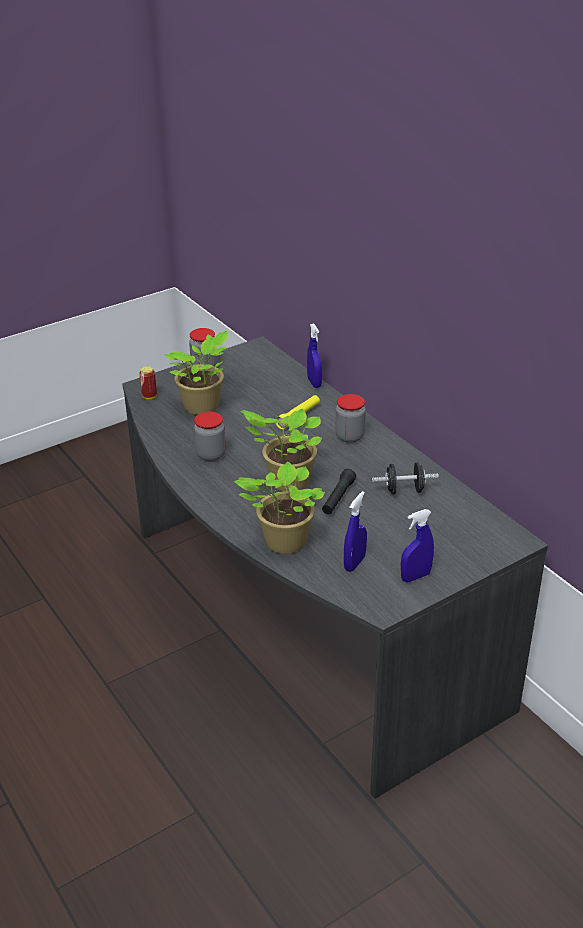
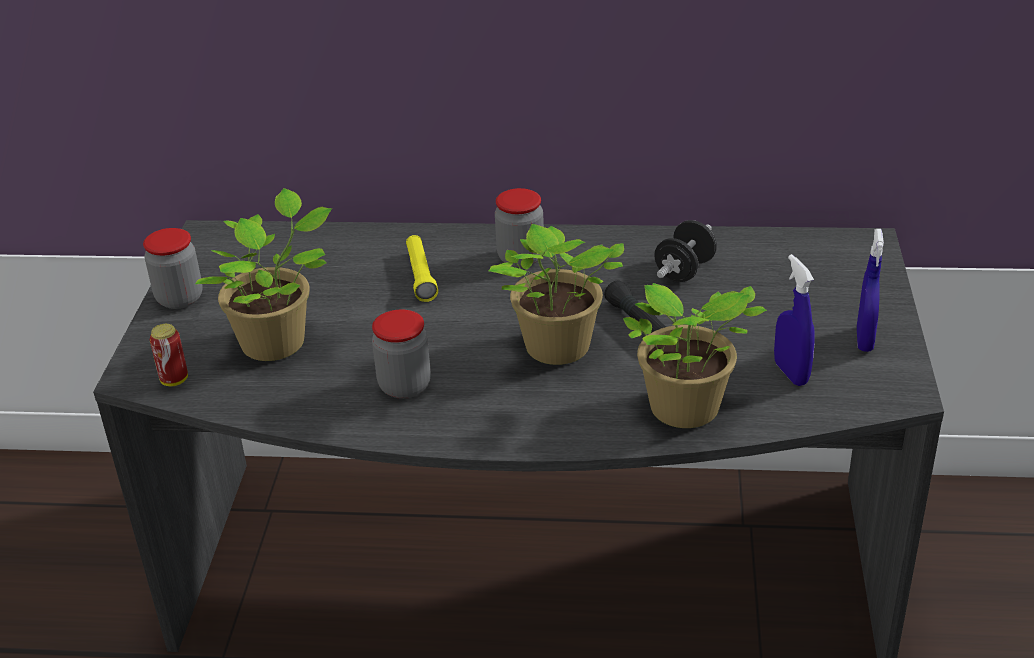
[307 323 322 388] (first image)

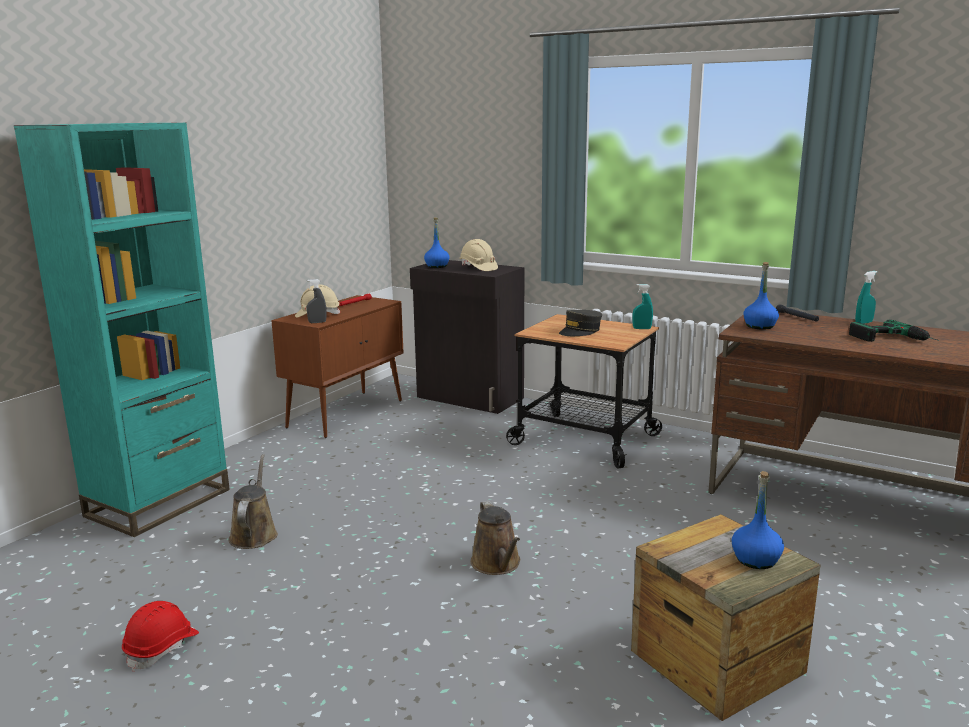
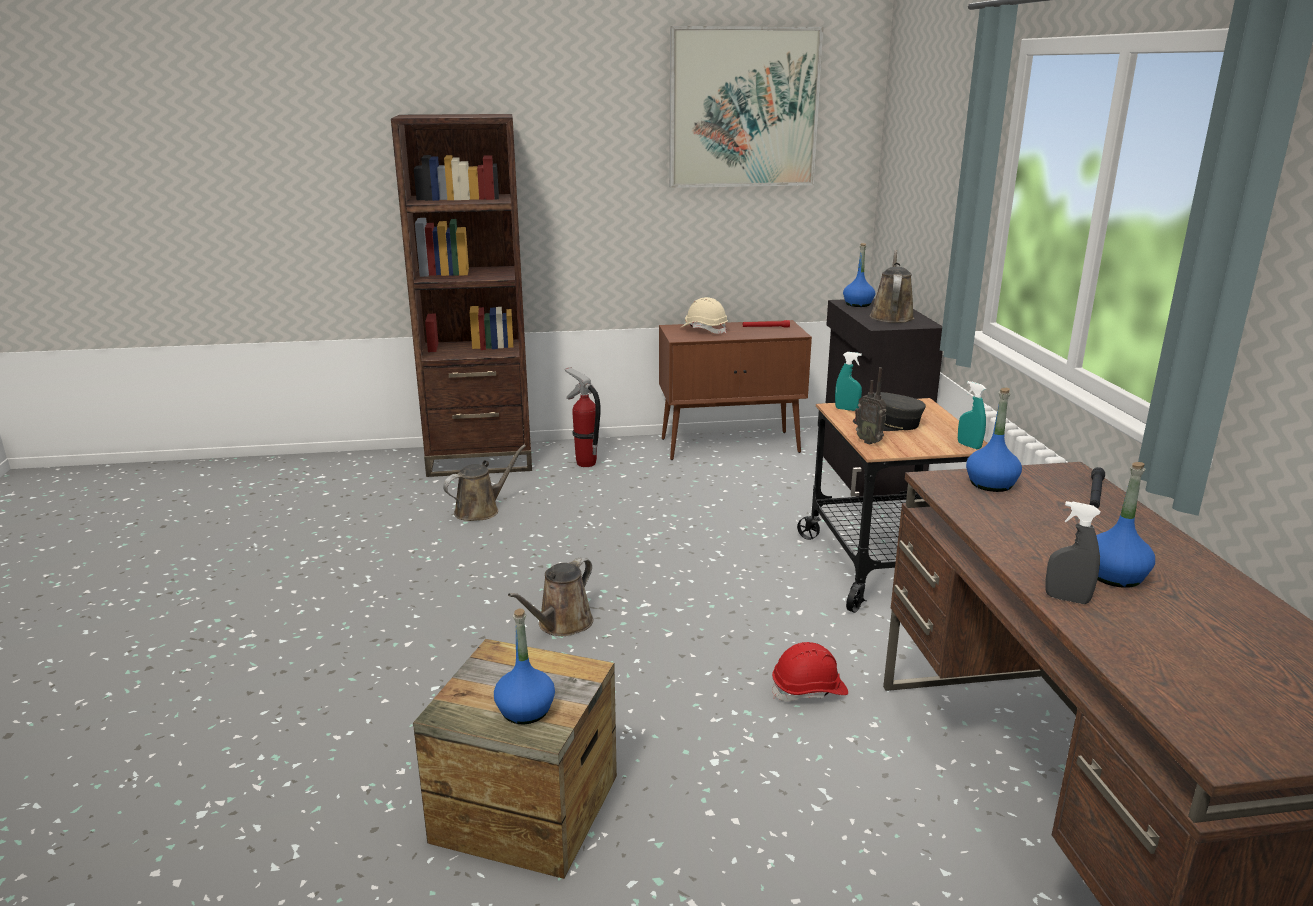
[391 114 532 477]
[772 642 848 701]
[1045 501 1100 604]
[870 250 914 323]
[1096 462 1155 588]
[835 352 862 411]
[565 367 601 467]
[669 26 824 188]
[855 367 886 445]

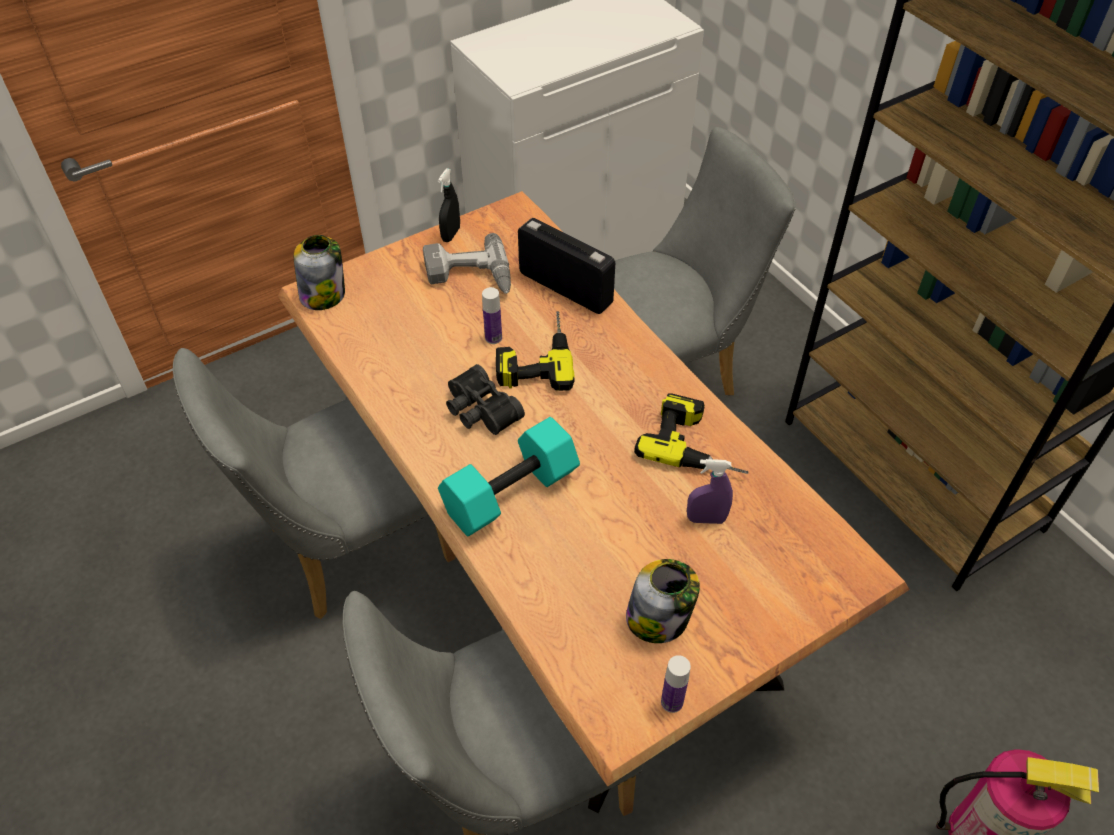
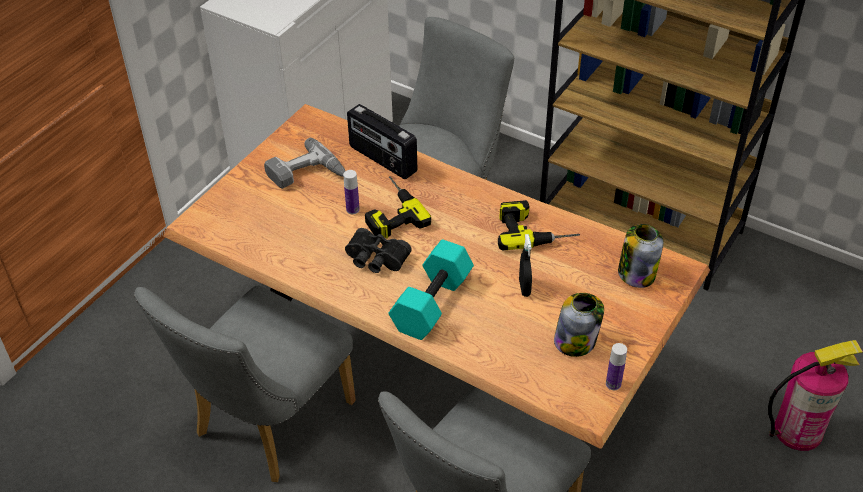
[618 224 663 288]
[519 234 532 297]
[347 104 418 179]
[687 459 733 524] (first image)

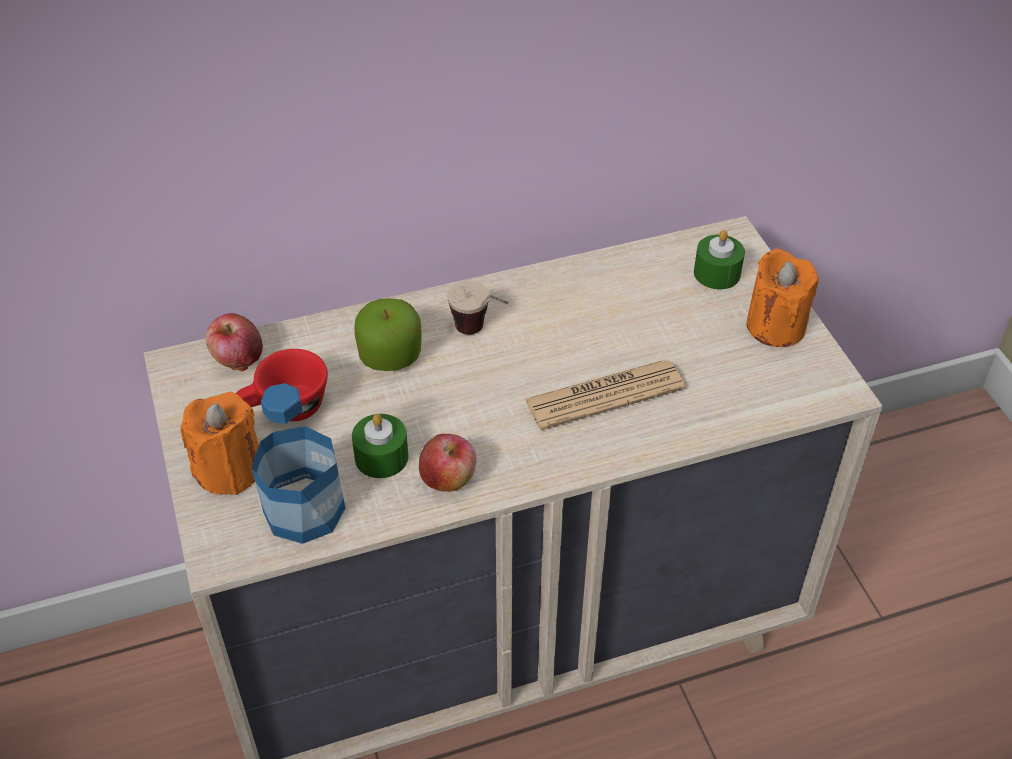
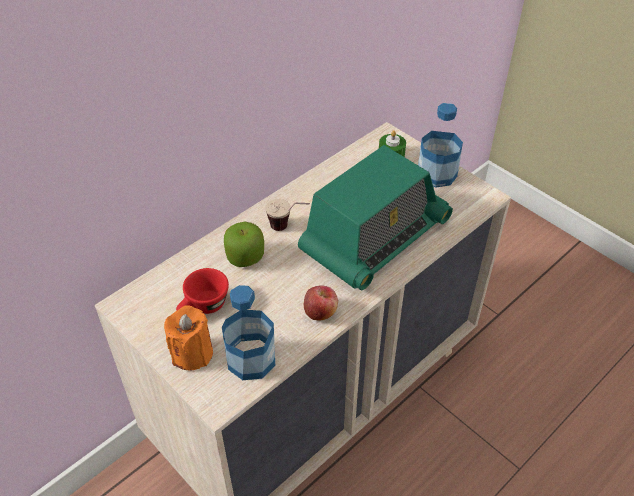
[206 313 263 372] (first image)
[352 414 408 478] (first image)
[298 145 453 290]
[418 103 463 187]

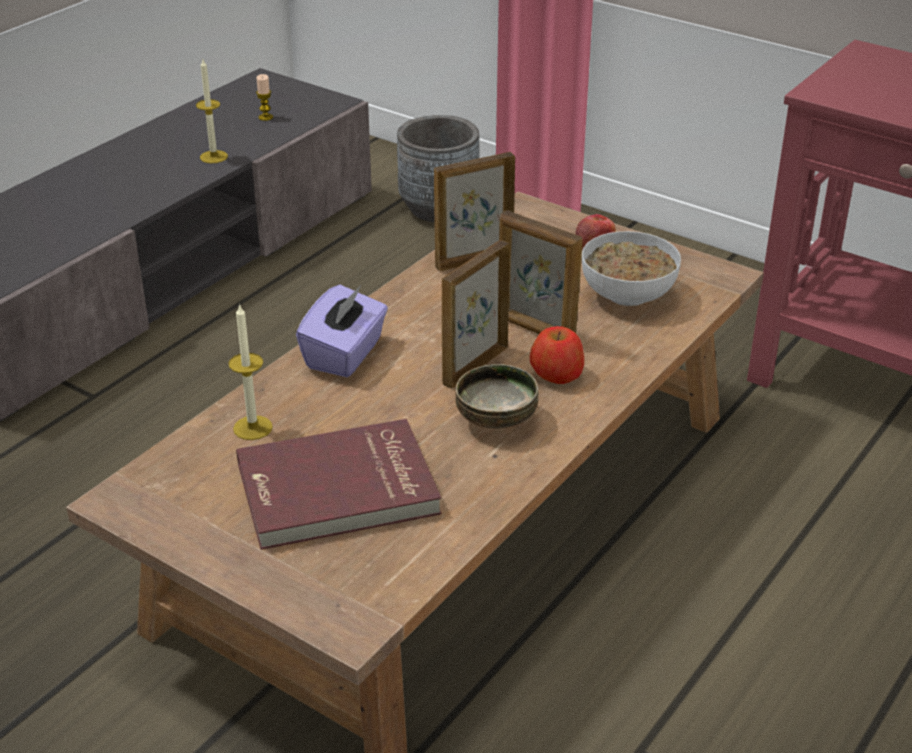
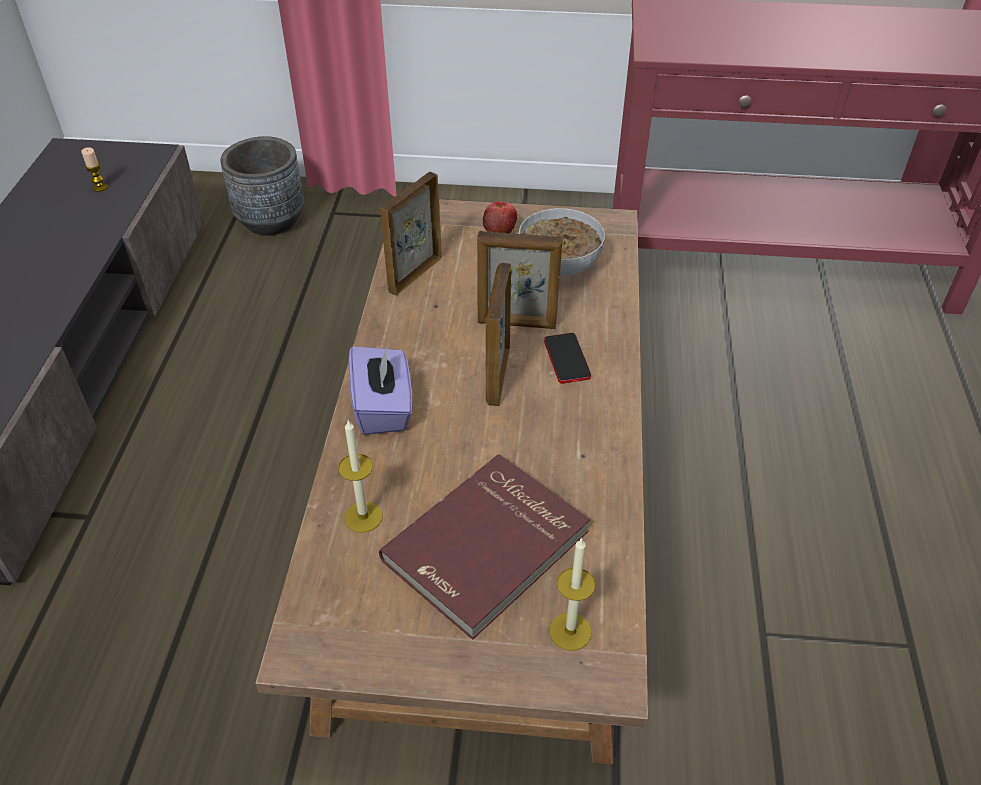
[549 538 595 651]
[455 364 538 429] (first image)
[544 333 591 384]

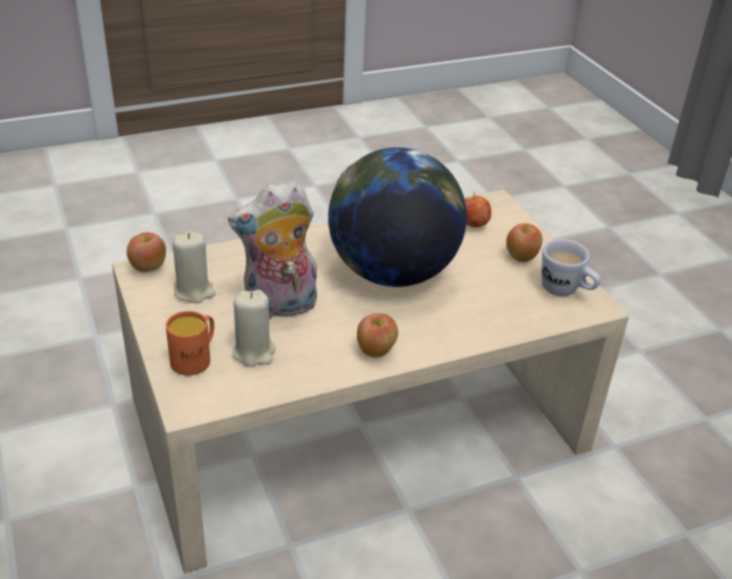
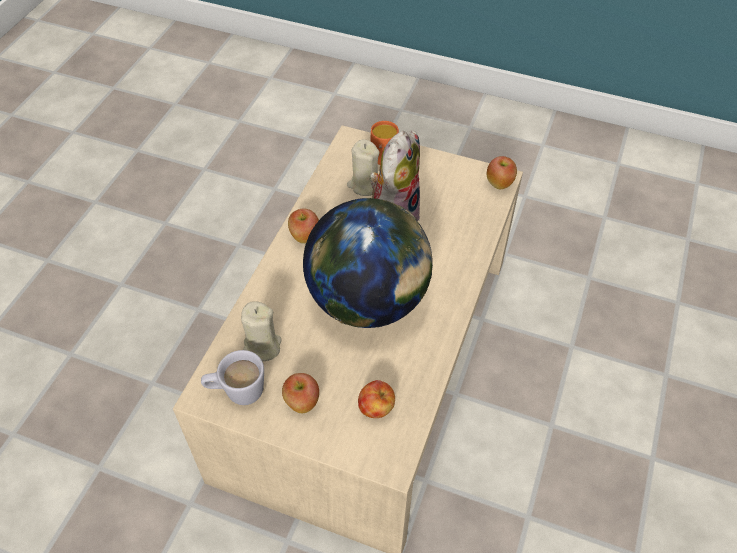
[241 301 282 361]

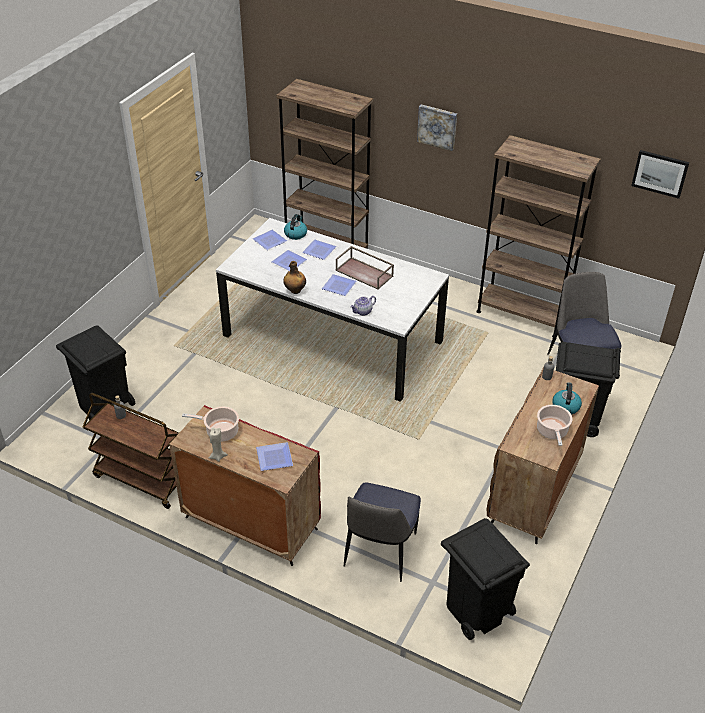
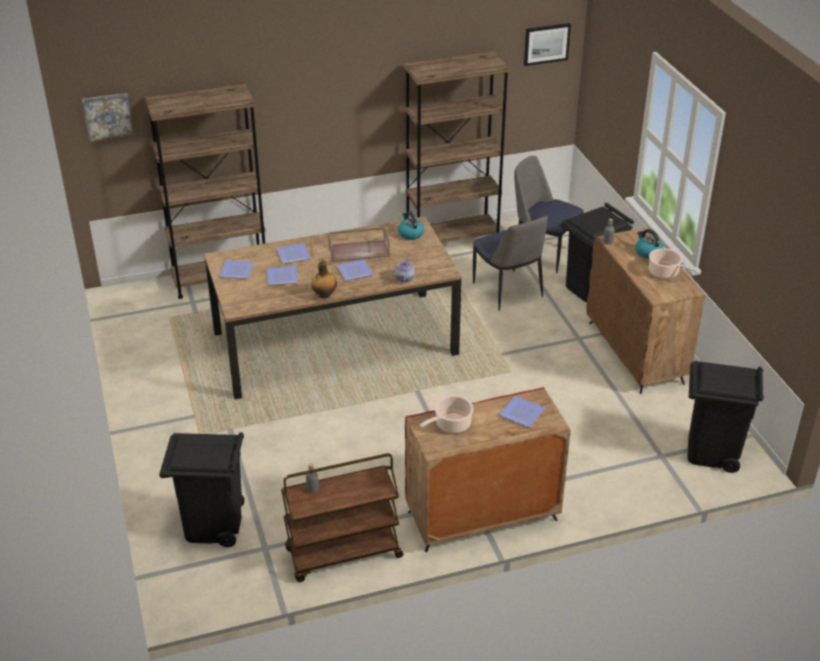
[209 428 228 462] (first image)
[204 216 462 399]
[398 211 424 240]
[473 216 548 311]
[82 93 134 142]

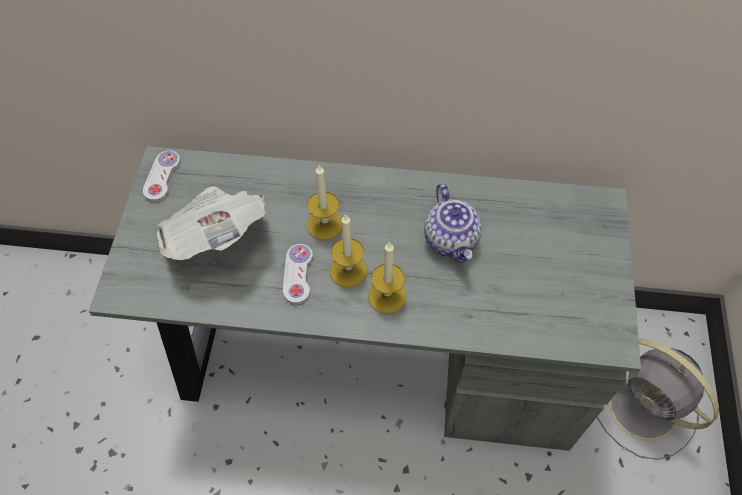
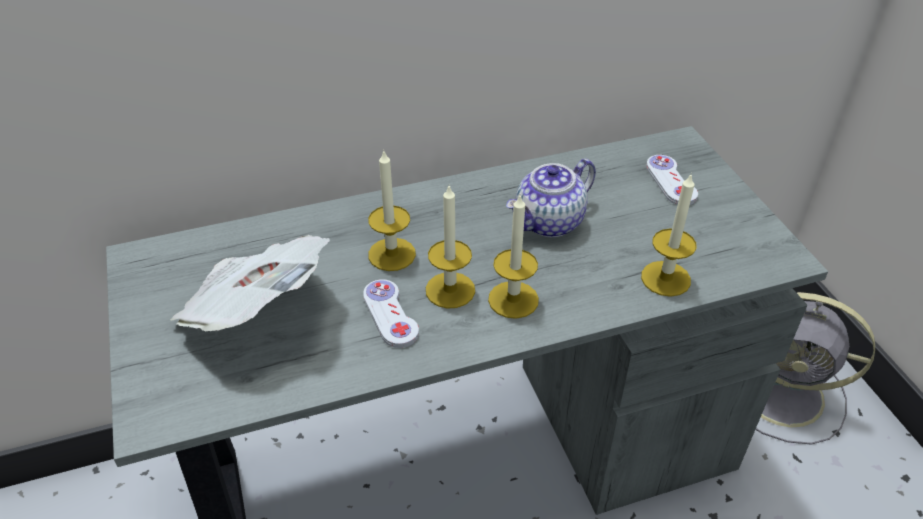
[646 155 698 205]
[506 159 596 237]
[641 173 696 297]

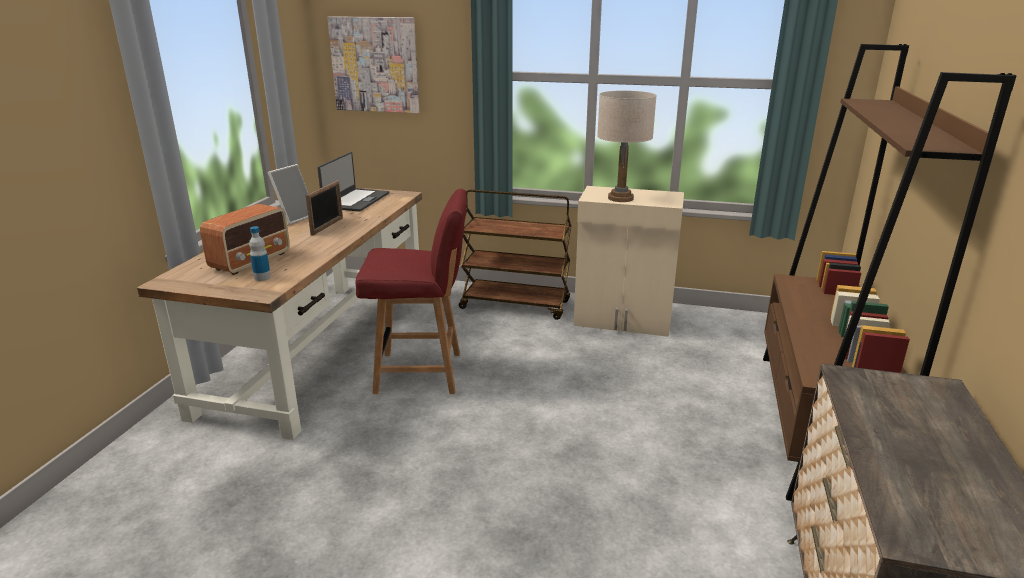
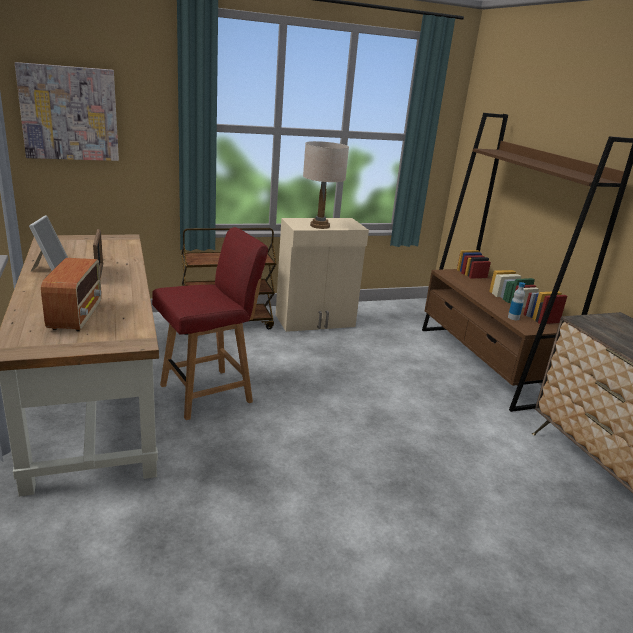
[508 282 525 320]
[317 152 389 212] (first image)

